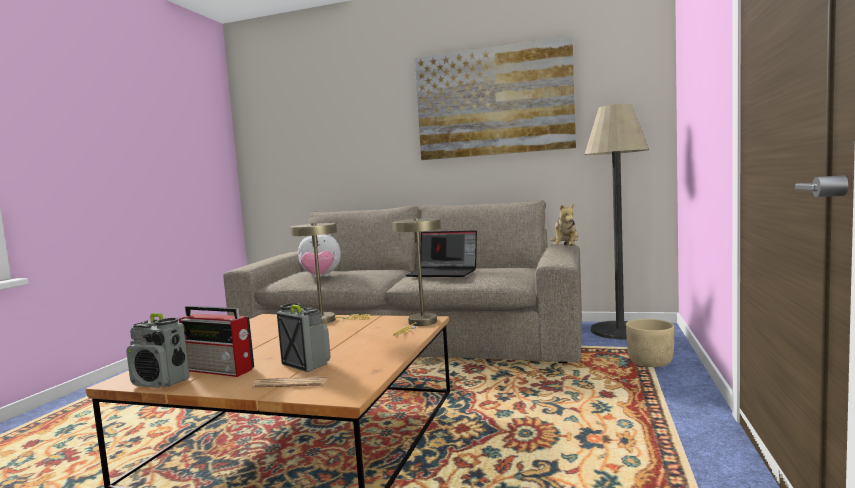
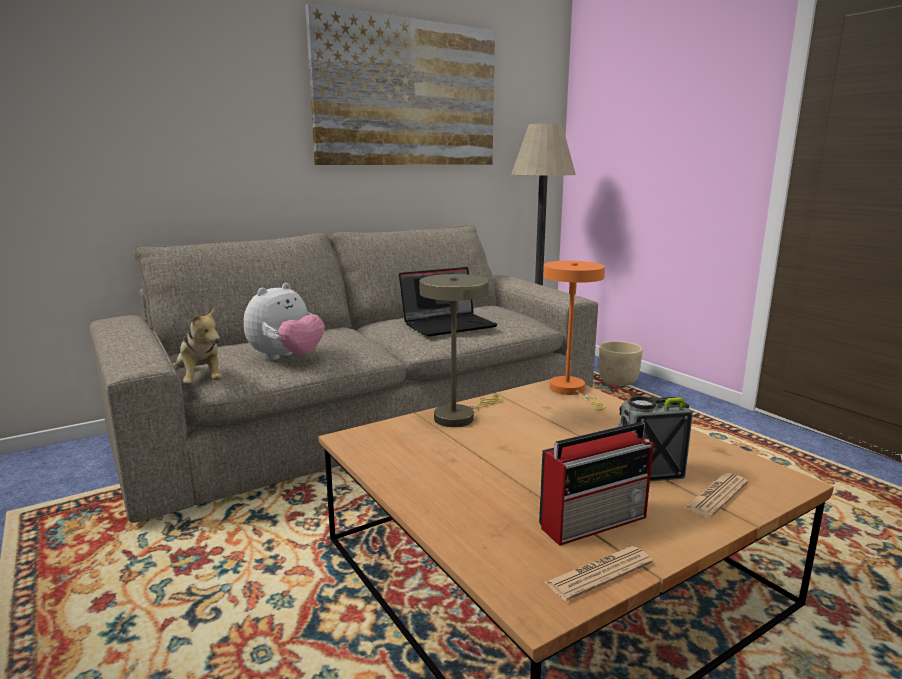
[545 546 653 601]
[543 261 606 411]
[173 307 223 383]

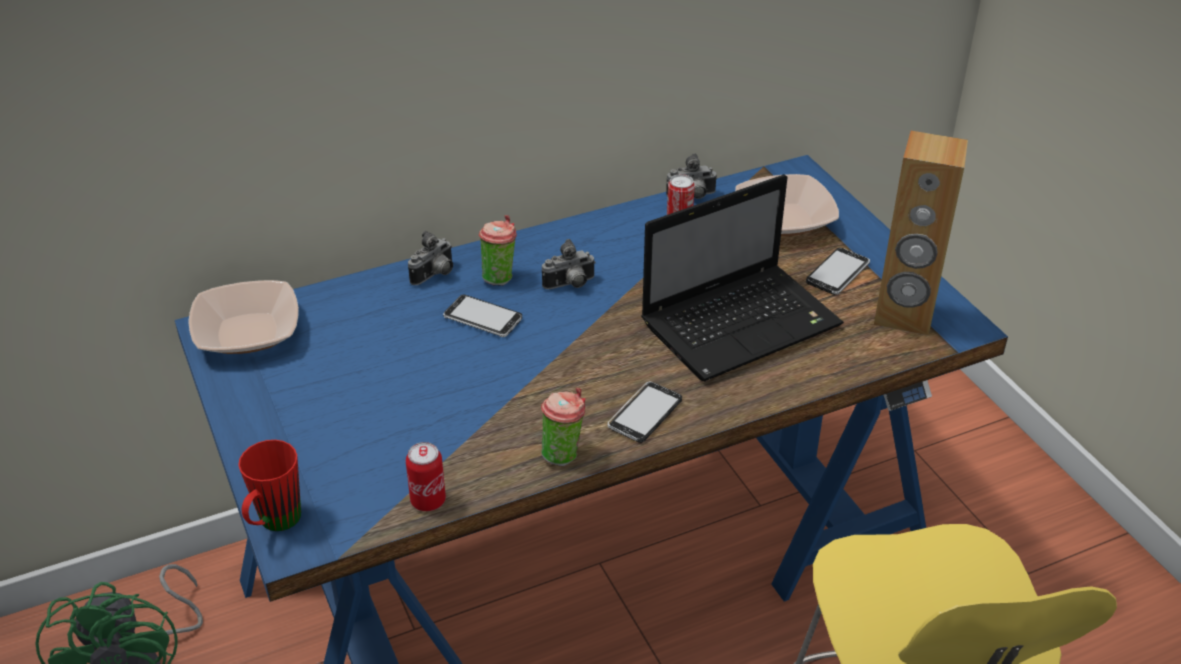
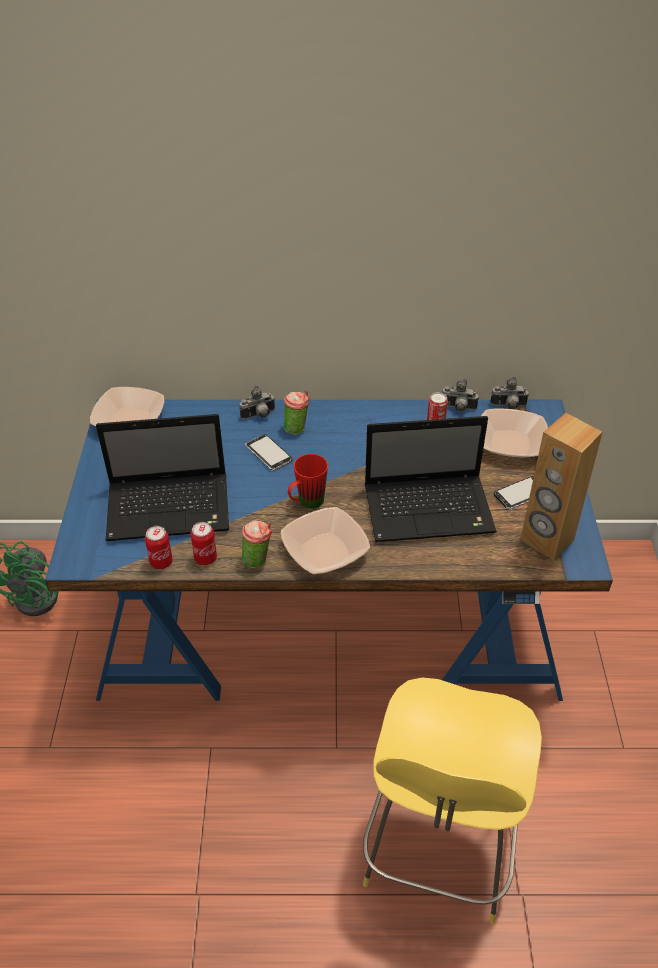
[288 454 328 509]
[490 377 529 409]
[281 507 370 574]
[96 414 229 541]
[191 522 217 565]

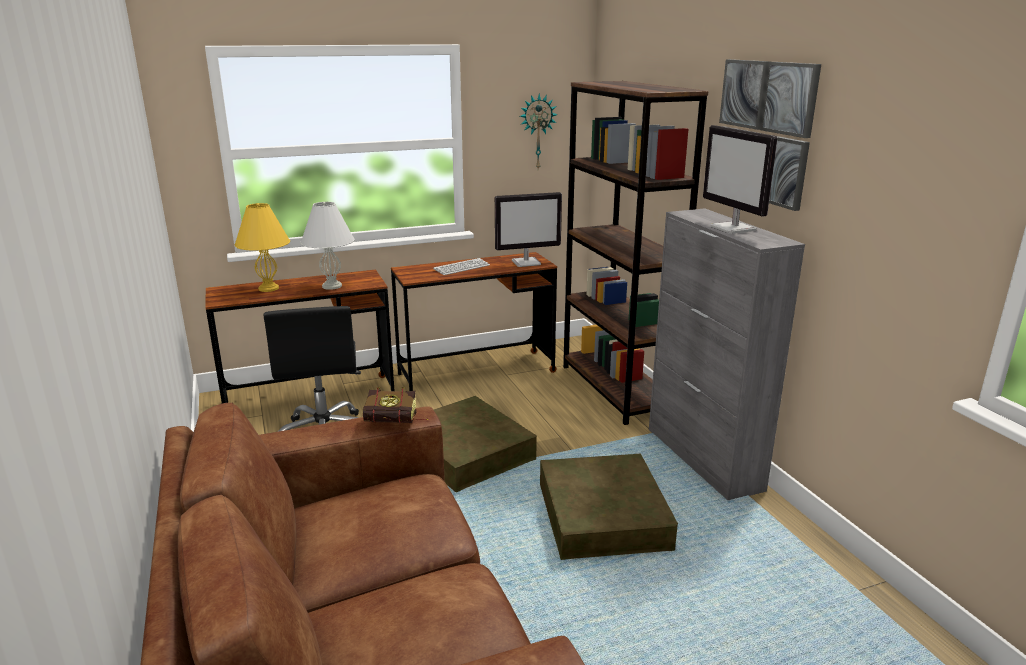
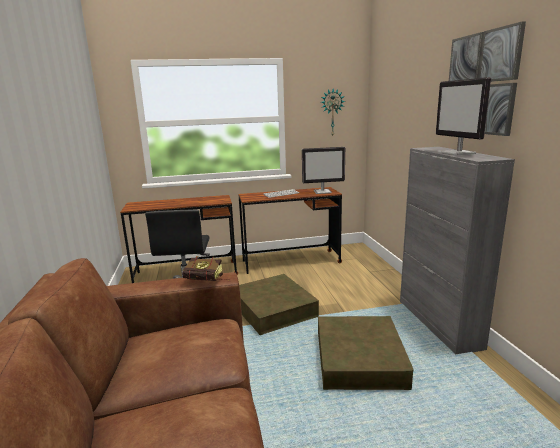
[235 203 290 292] (first image)
[300 202 355 290] (first image)
[563 81 708 425] (first image)

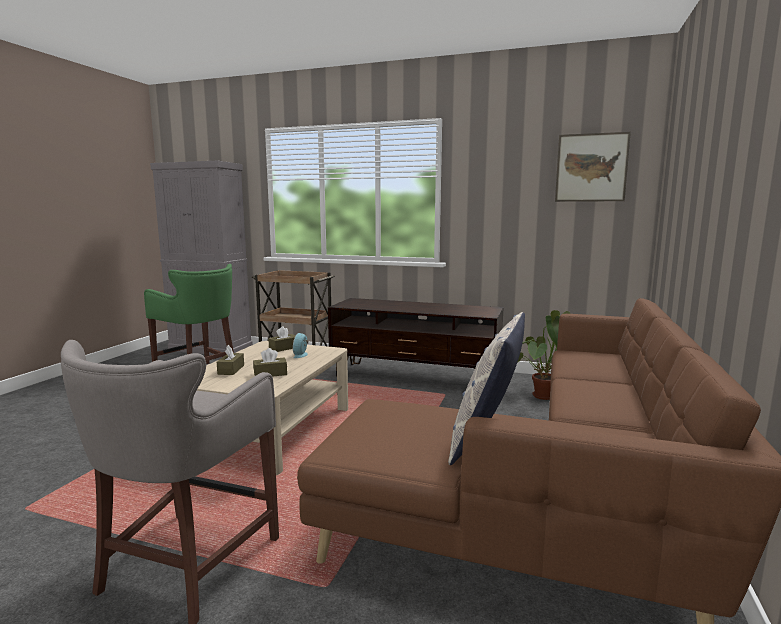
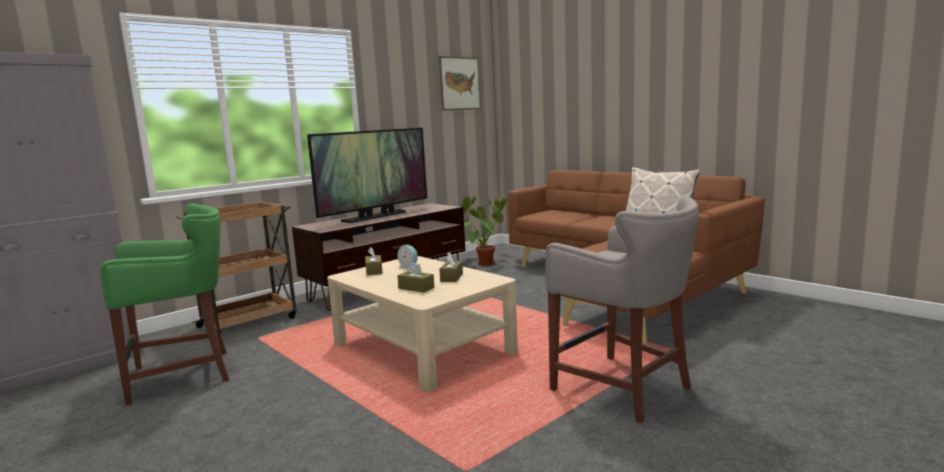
[307 128 427 223]

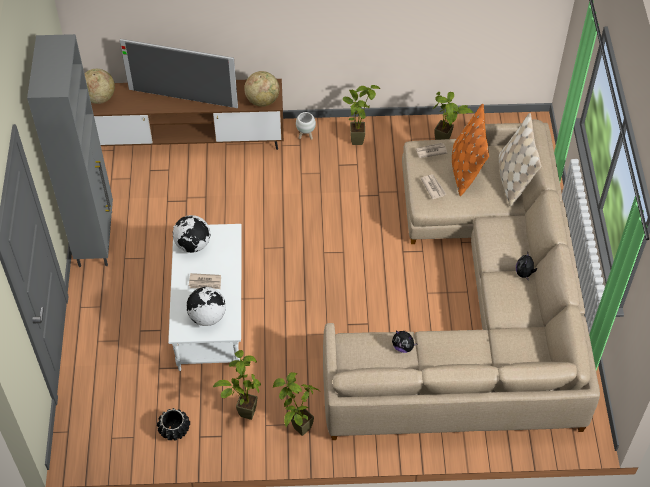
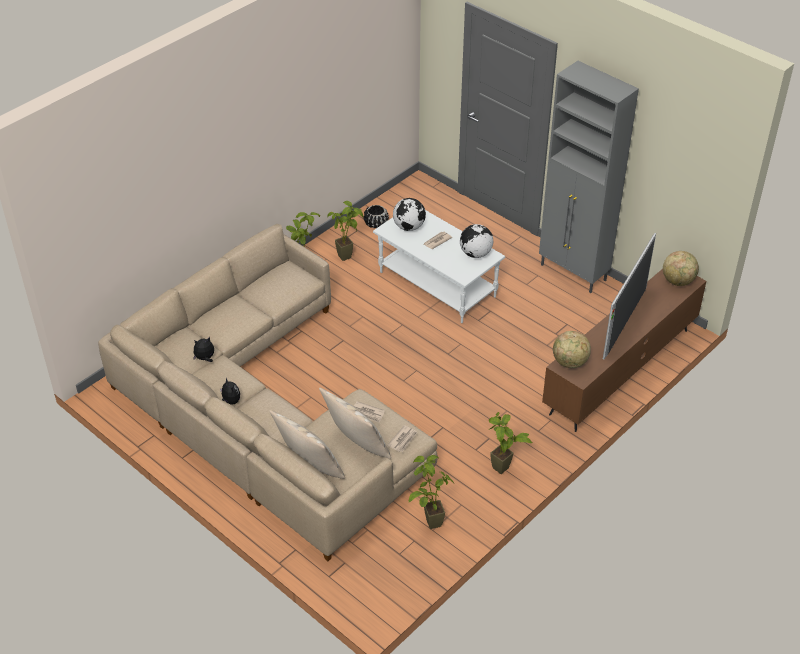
[603 233 656 360]
[296 112 316 140] (first image)
[193 337 214 362]
[319 388 391 459]

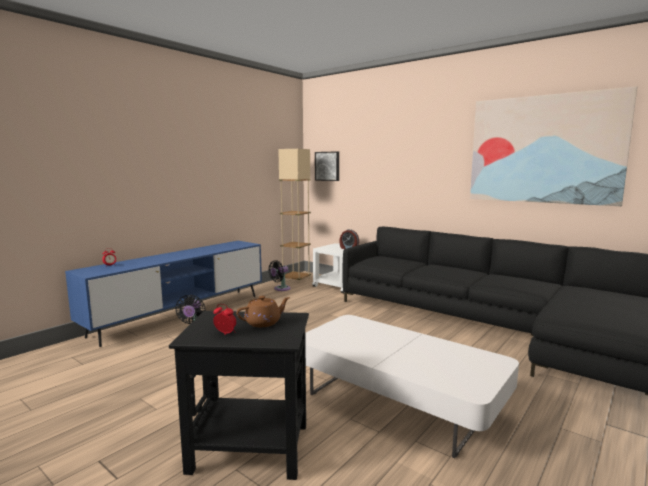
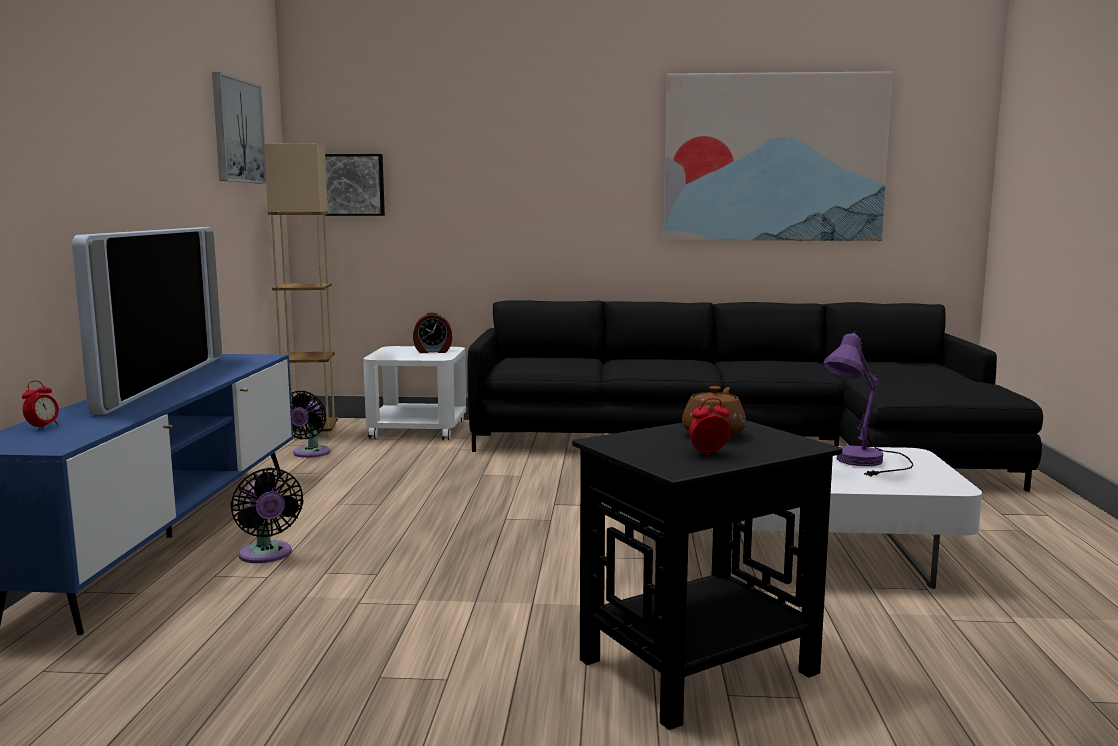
[72 227 222 415]
[212 72 266 184]
[823 331 913 477]

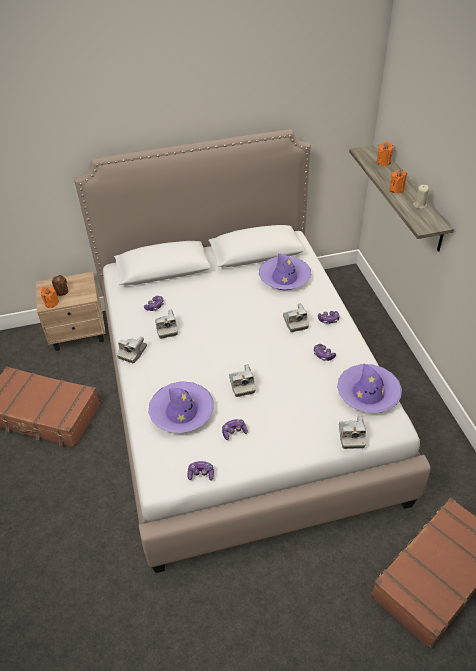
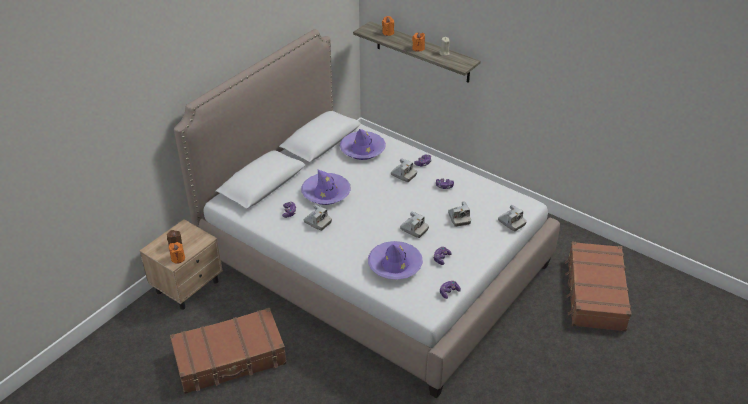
[448 201 471 227]
[302 170 351 205]

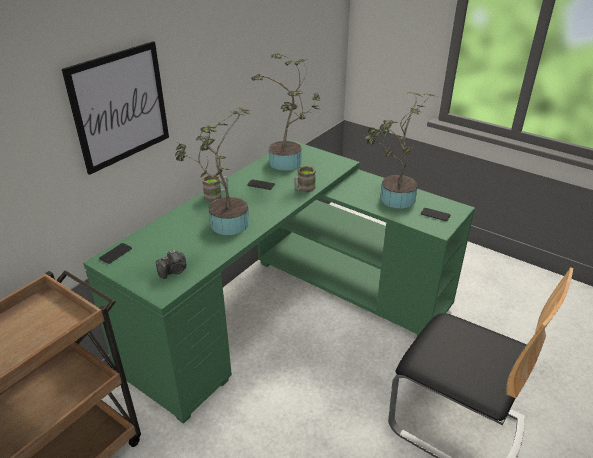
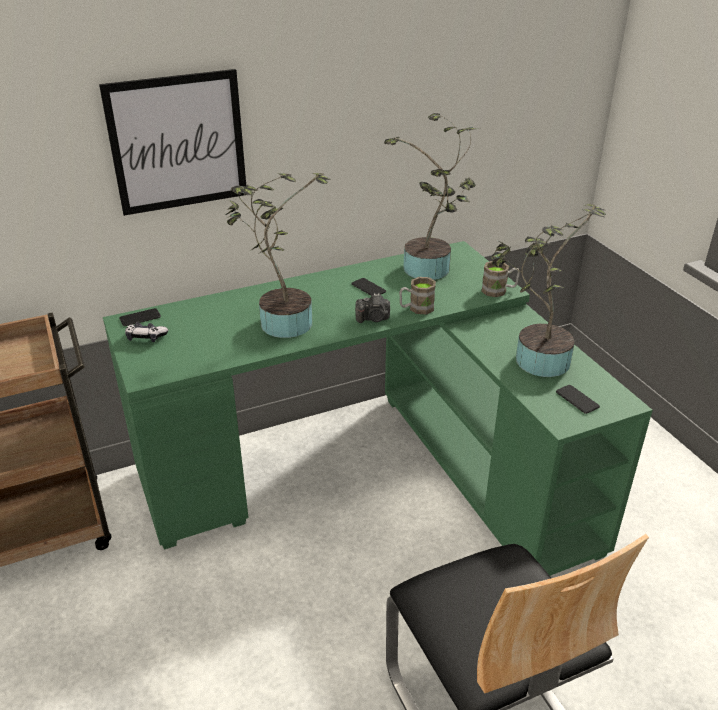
[355 293 390 323]
[481 261 520 297]
[125 322 168 342]

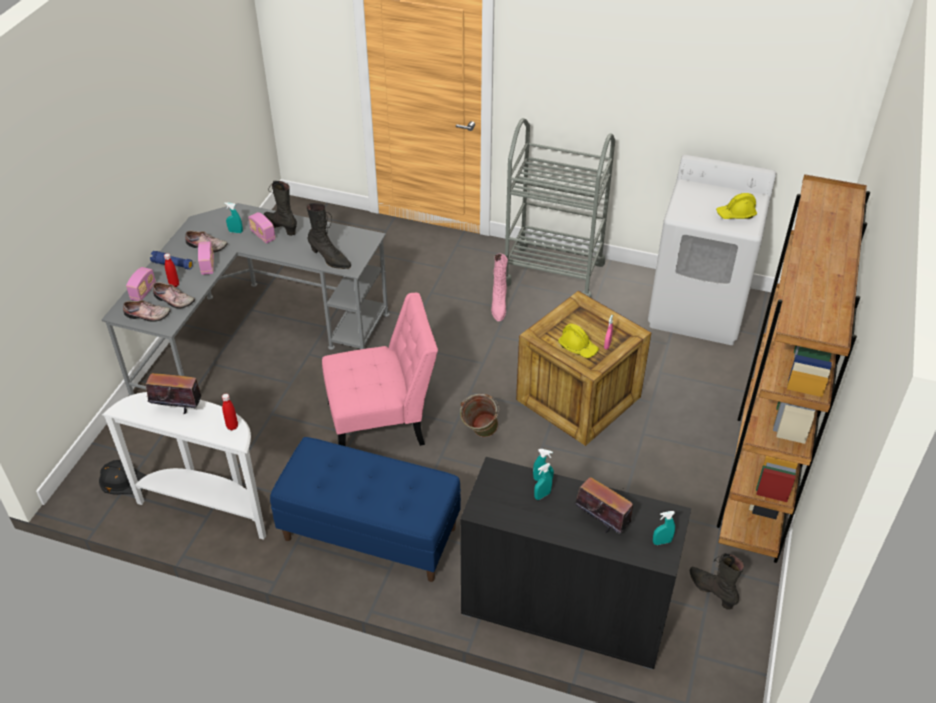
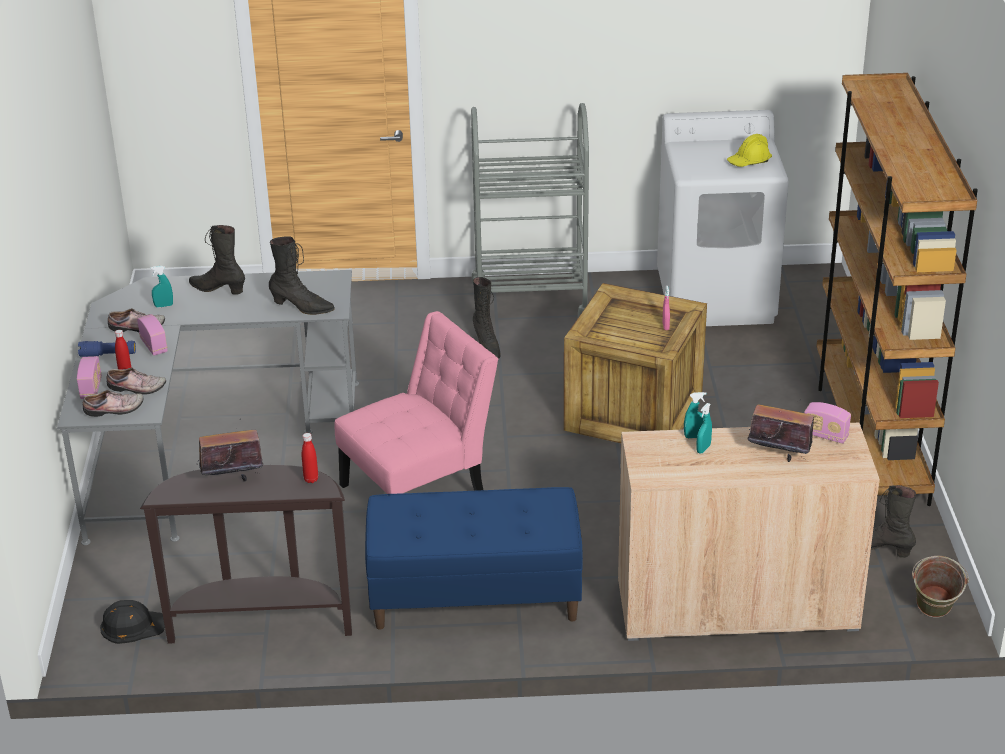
[140 465 352 644]
[804 402 851 444]
[912 556 969 618]
[618 423 880 641]
[473 277 501 359]
[558 324 599 358] (first image)
[653 511 675 545] (first image)

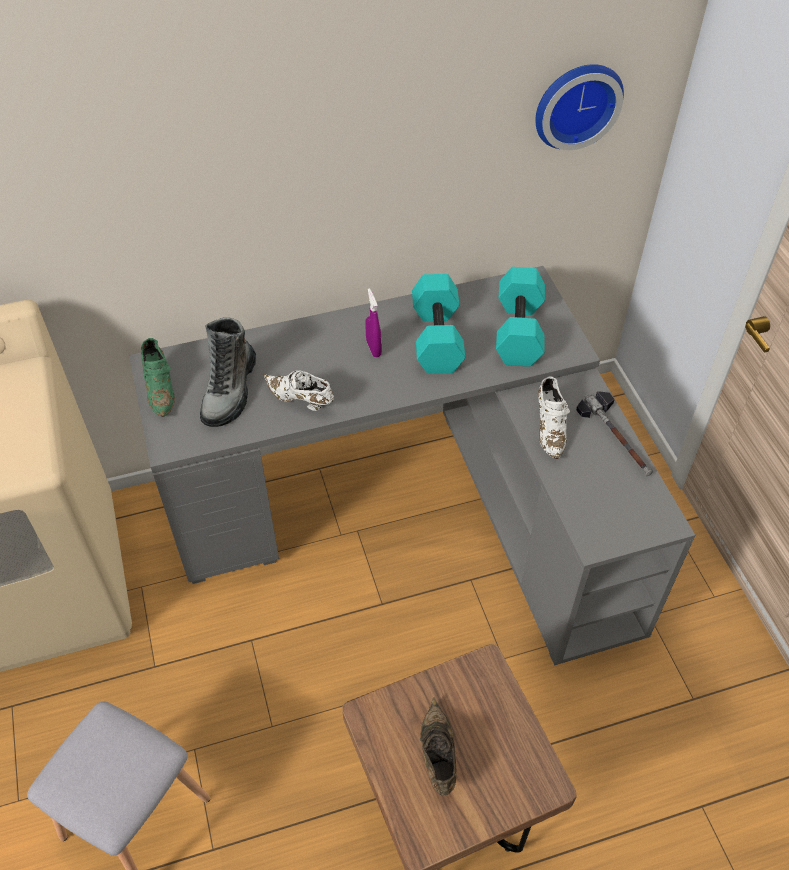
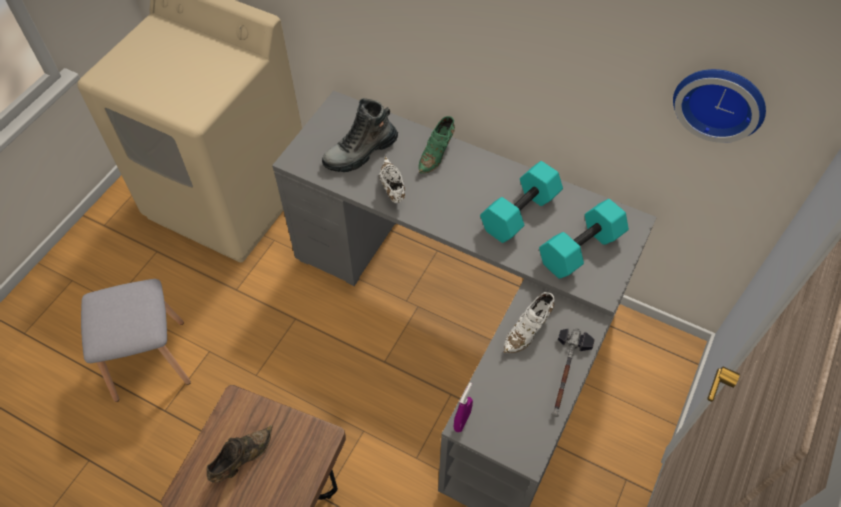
[419 116 455 173]
[454 382 473 432]

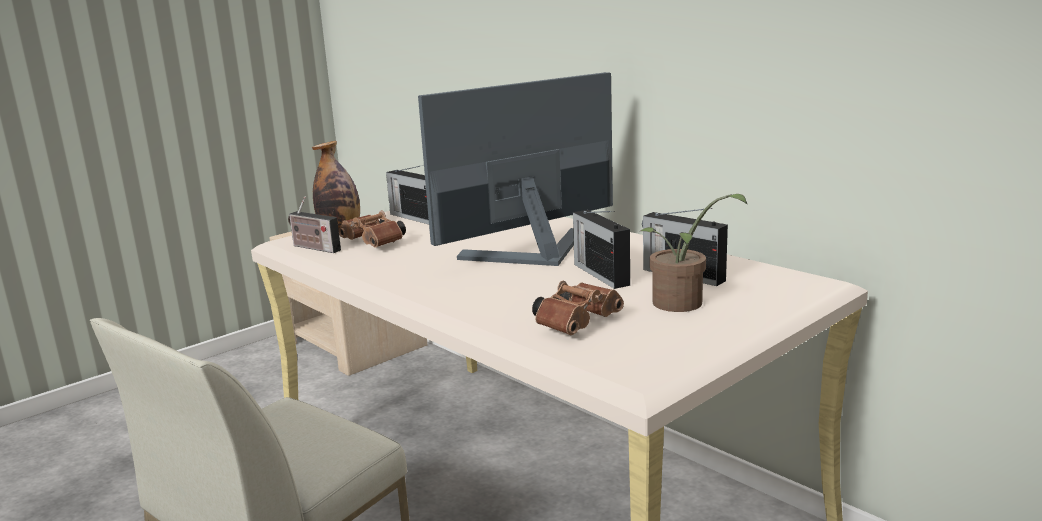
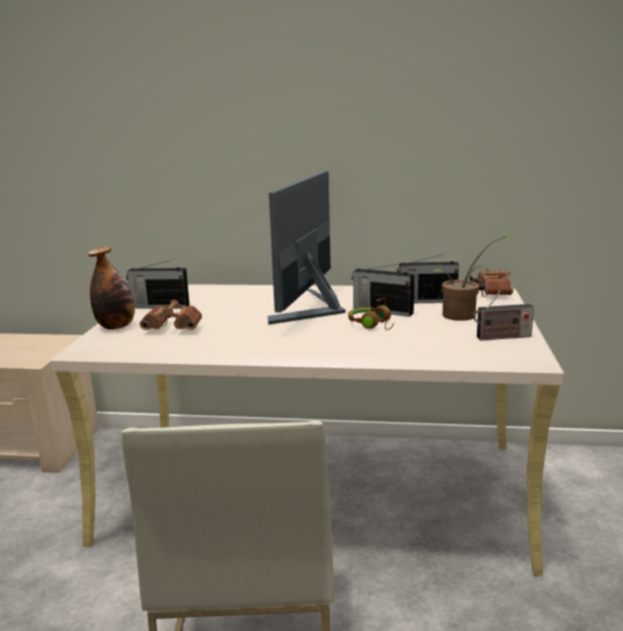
[473 290 534 341]
[470 269 513 297]
[348 298 394 330]

